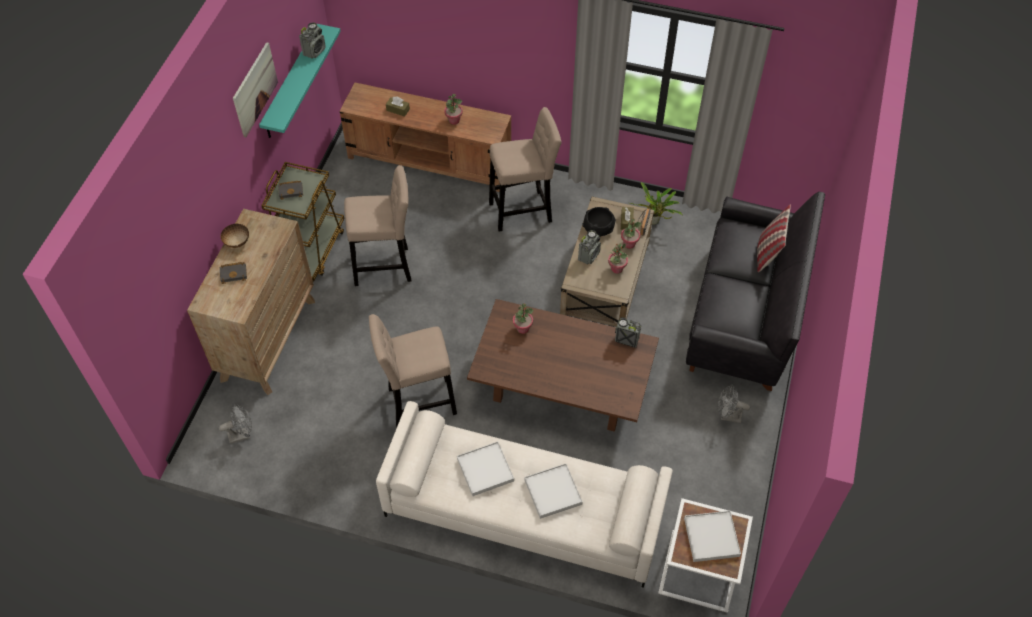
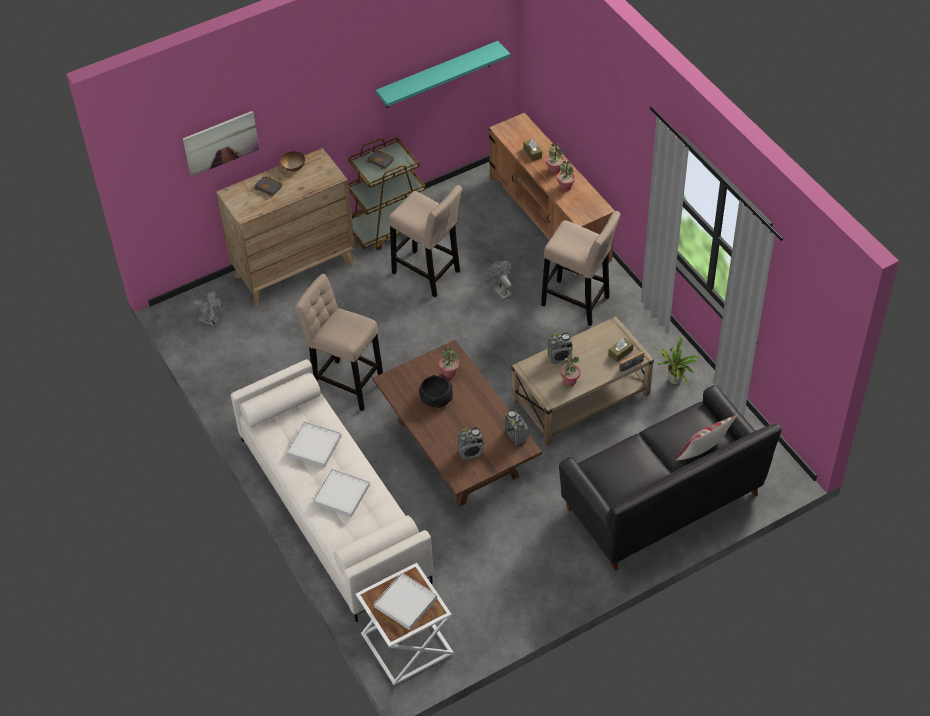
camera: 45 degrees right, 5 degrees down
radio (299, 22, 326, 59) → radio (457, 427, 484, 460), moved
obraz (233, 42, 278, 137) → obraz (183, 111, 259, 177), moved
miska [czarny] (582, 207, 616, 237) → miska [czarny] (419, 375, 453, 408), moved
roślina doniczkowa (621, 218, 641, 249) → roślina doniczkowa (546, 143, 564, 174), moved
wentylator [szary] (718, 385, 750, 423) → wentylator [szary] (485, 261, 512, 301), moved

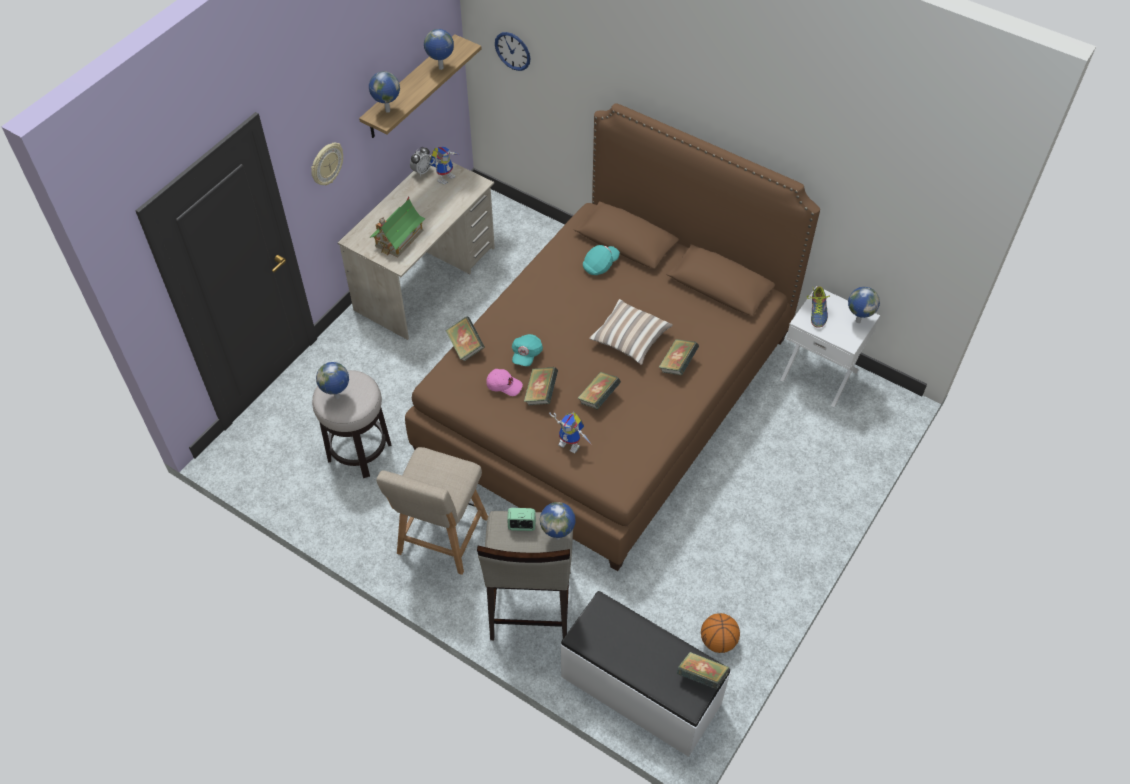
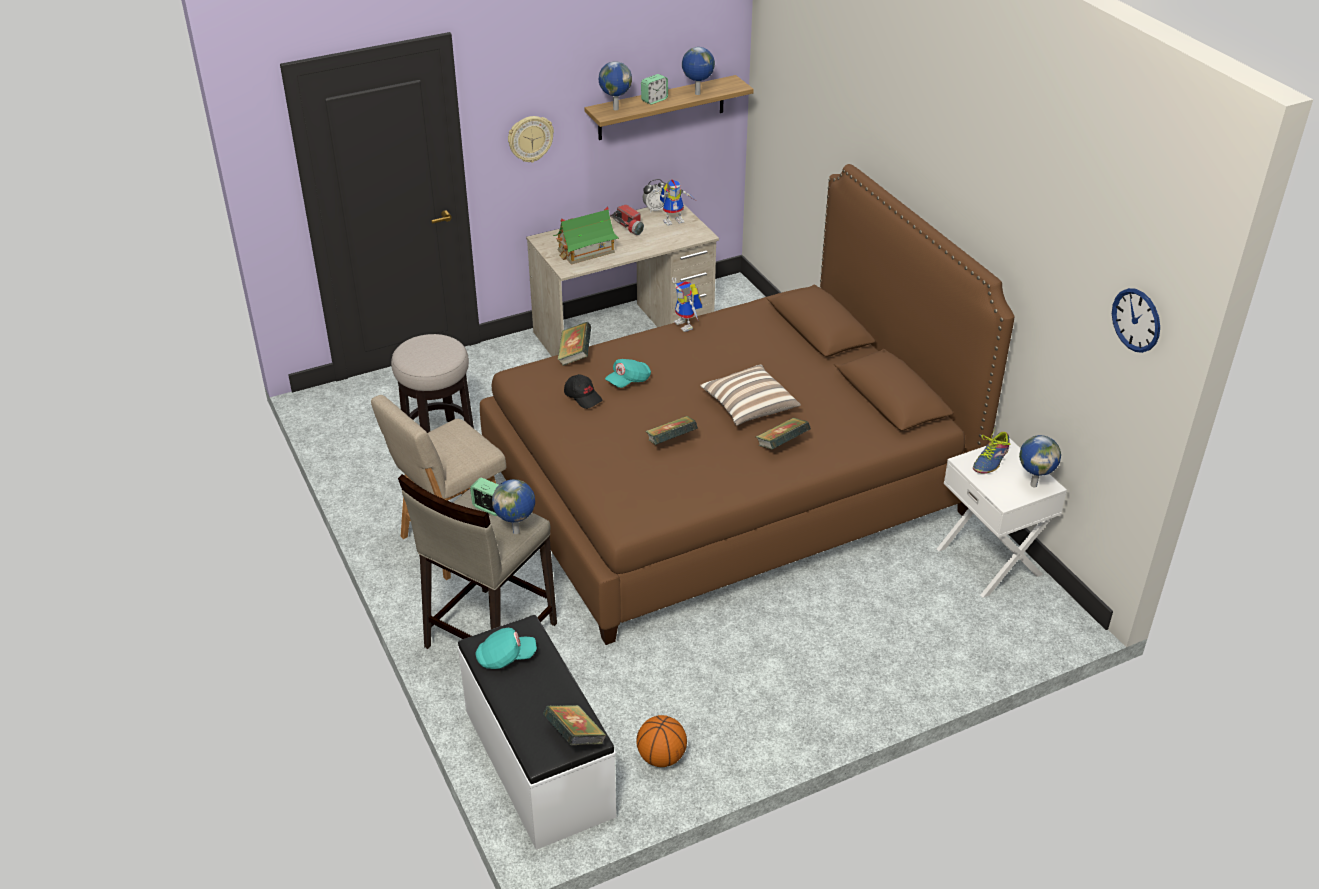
camera: 30 degrees right, 15 degrees down
zegar ścienny (495, 32, 531, 71) → zegar ścienny (1112, 288, 1160, 353), moved
czapka z daszkiem [turkusowy] (583, 245, 620, 275) → czapka z daszkiem [turkusowy] (476, 628, 537, 669), moved
globus (316, 362, 349, 399) → -
książka (524, 367, 558, 405) → -
czapka z daszkiem [różowy] (486, 369, 523, 396) → czapka z daszkiem [czarny] (564, 374, 602, 409)
robot zabawkowy (549, 412, 592, 454) → robot zabawkowy (672, 277, 702, 332), moved
- → budzik (641, 74, 668, 105)
- → latarka (610, 204, 644, 235)

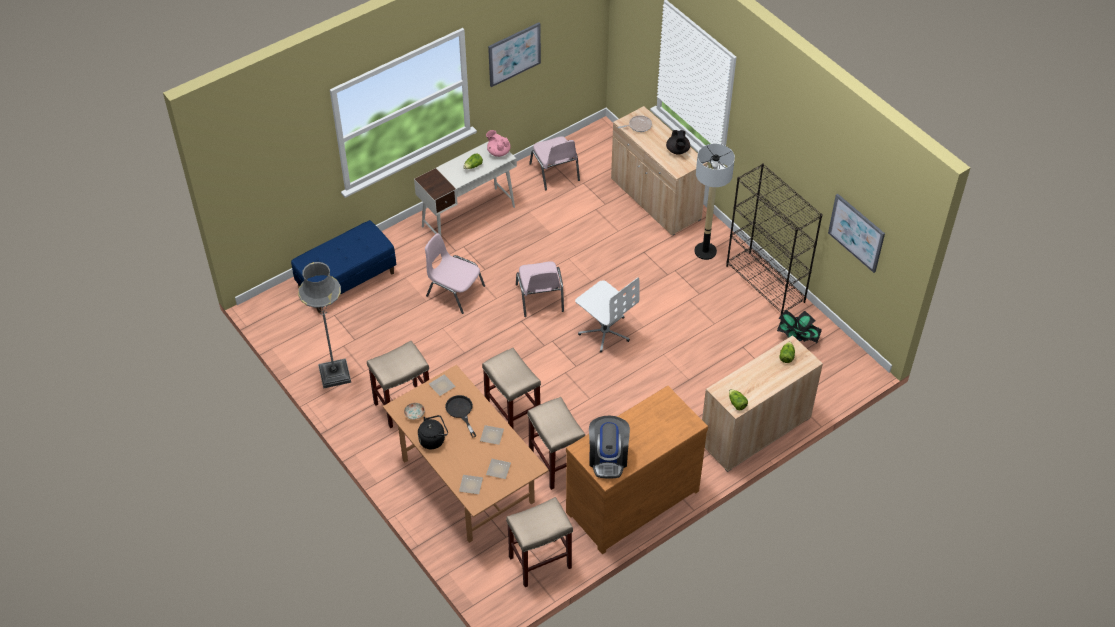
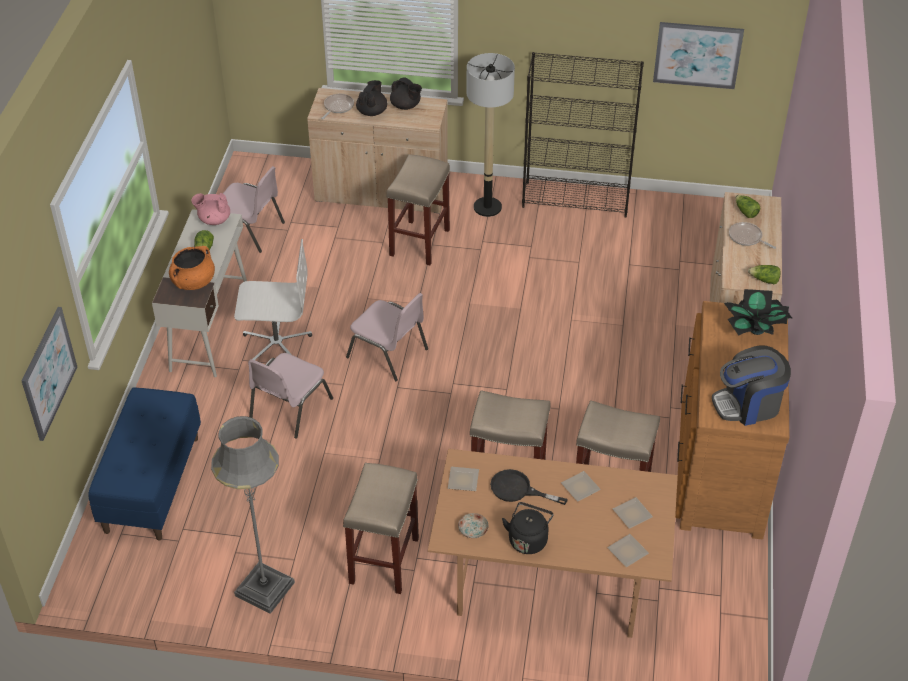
camera: 45 degrees left, 5 degrees down
obraz (488, 22, 541, 87) → obraz (21, 307, 77, 441), moved
krzesło [różowy] (425, 233, 485, 314) → krzesło [różowy] (248, 353, 333, 439), 45 degrees counterclockwise
krzesło biurowe [biały] (575, 277, 640, 352) → krzesło biurowe [biały] (234, 239, 312, 360), moved
roślina doniczkowa (777, 310, 822, 343) → roślina doniczkowa (724, 289, 793, 336), moved
ekspres do kawy (589, 415, 630, 478) → ekspres do kawy (712, 346, 791, 426), 120 degrees clockwise
stołek [beżowy] (506, 497, 573, 587) → stołek [beżowy] (386, 154, 450, 265), moved
- → imbryk [czarny] (356, 80, 387, 116)
- → patelnia (729, 222, 776, 249)
- → garnek [pomarańczowy] (169, 246, 215, 290)

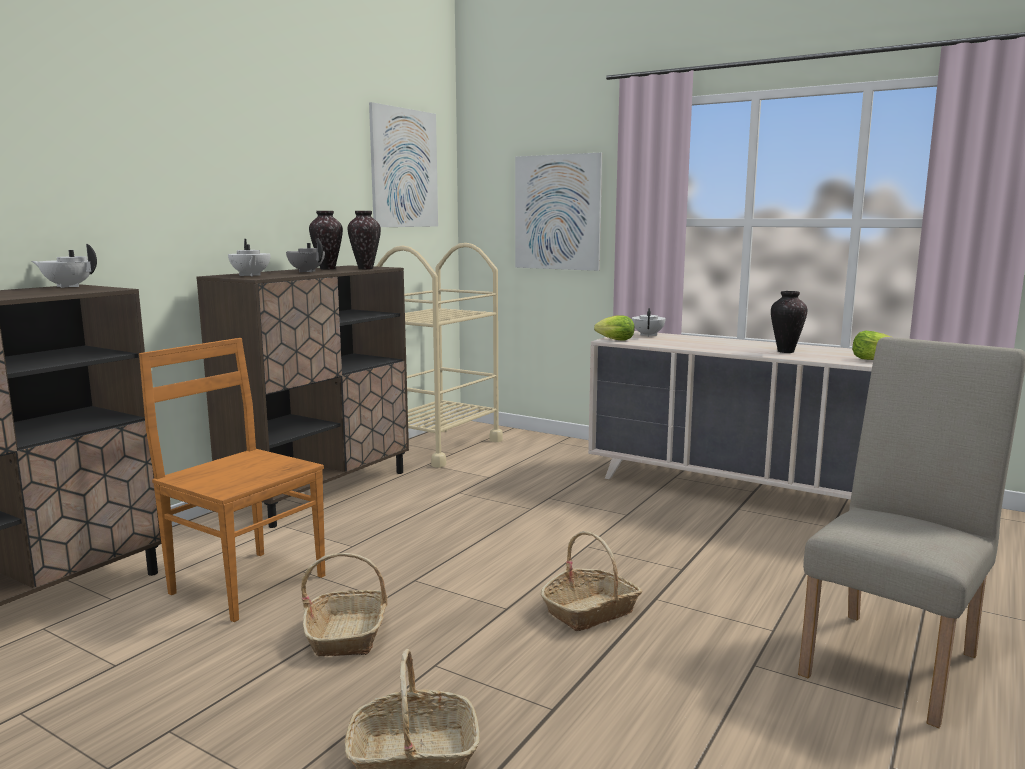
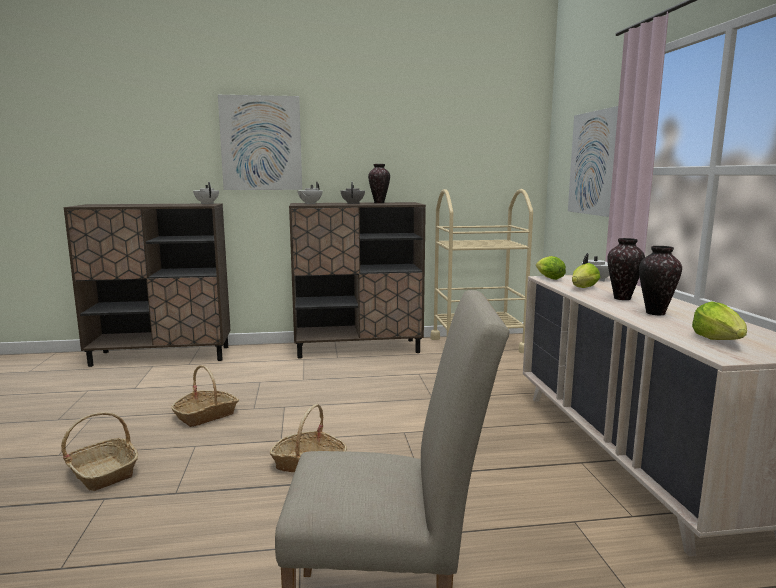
camera: 50 degrees right, 0 degrees up
obraz (369, 102, 438, 227) → obraz (218, 95, 302, 190), moved
wazon (348, 211, 381, 269) → wazon (607, 238, 645, 300), moved
krzesło [brązowy] (139, 338, 325, 622) → -
- → sałata (572, 263, 600, 288)

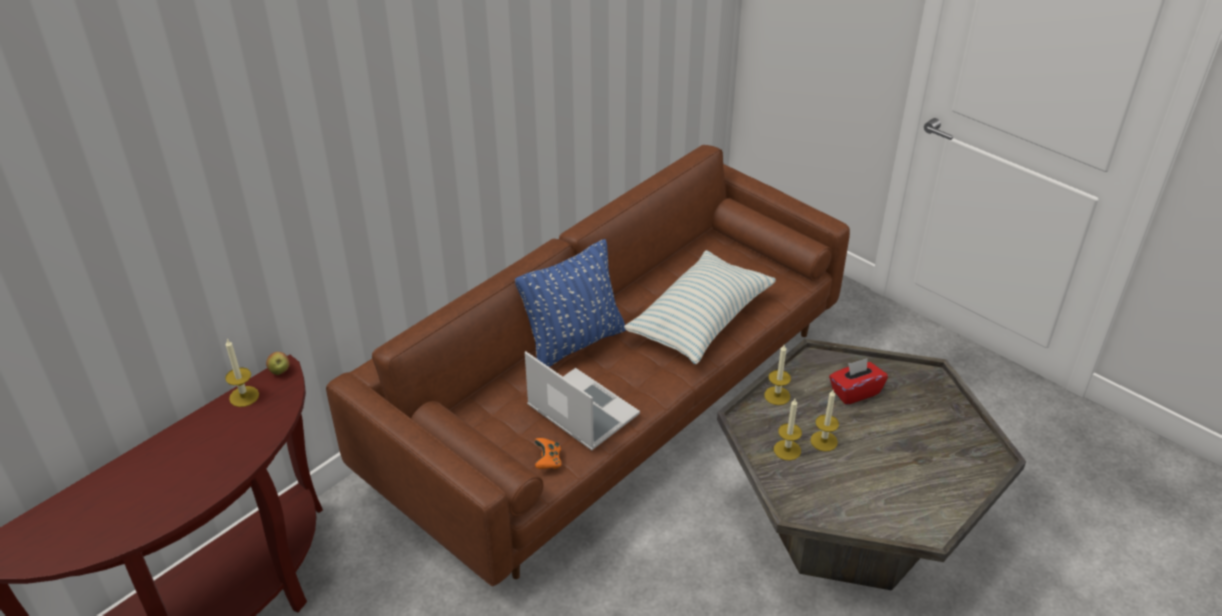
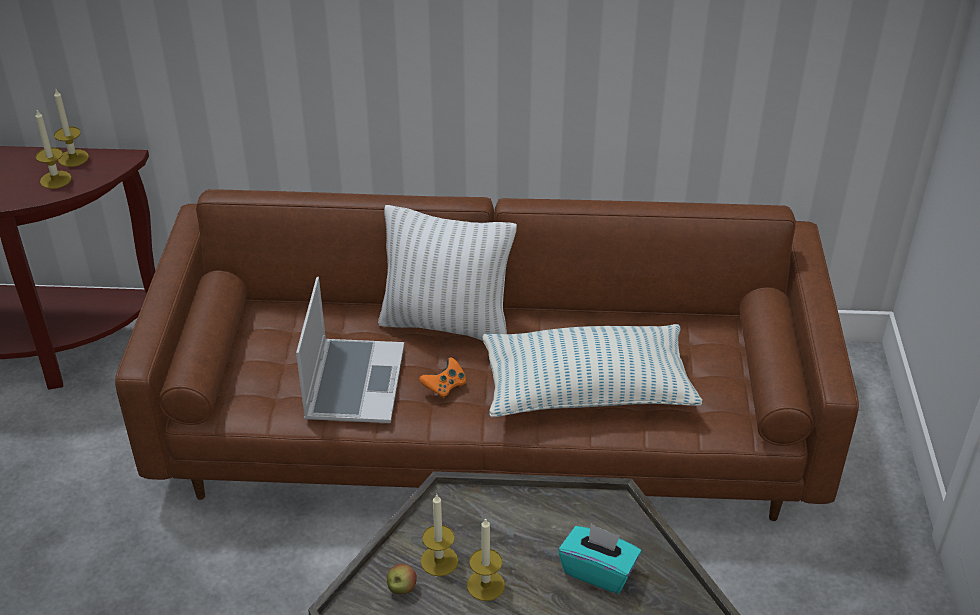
camera: 50 degrees right, 0 degrees up
poduszka [niebieski] (515, 239, 626, 367) → poduszka [biały] (378, 205, 517, 341)
świeca (764, 345, 791, 405) → świeca (35, 110, 72, 189), moved
jabłko (266, 352, 290, 375) → jabłko (387, 564, 417, 594), moved
pudełko chusteczek [czerwony] (829, 358, 888, 405) → pudełko chusteczek [turkusowy] (558, 524, 641, 593)
pad do gier [pomarańczowy] (535, 438, 561, 469) → pad do gier [pomarańczowy] (419, 357, 466, 398), moved

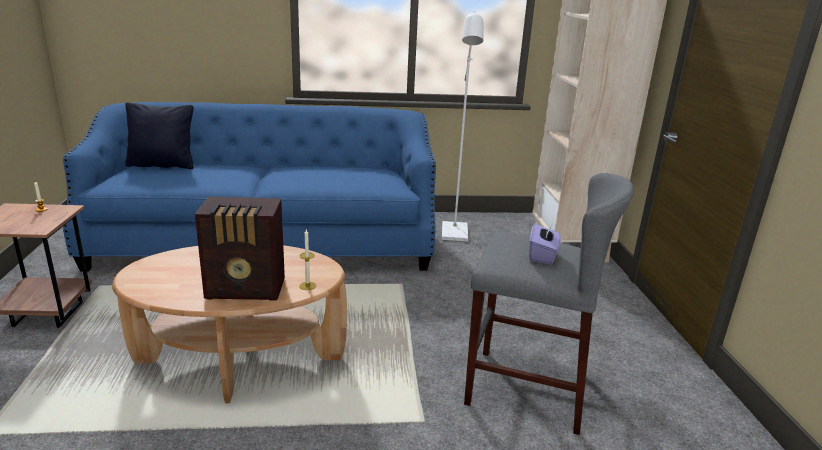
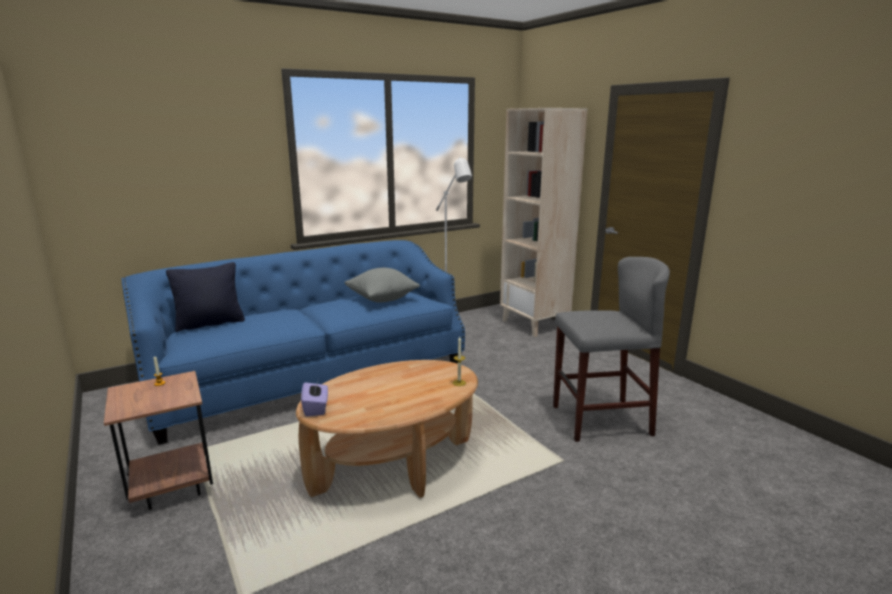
camera: 25 degrees left, 5 degrees down
radio (195, 196, 285, 301) → -
pudełko chusteczek [fioletowy] (529, 221, 561, 264) → pudełko chusteczek [fioletowy] (301, 382, 328, 416), moved
- → poduszka [szary] (345, 268, 420, 303)

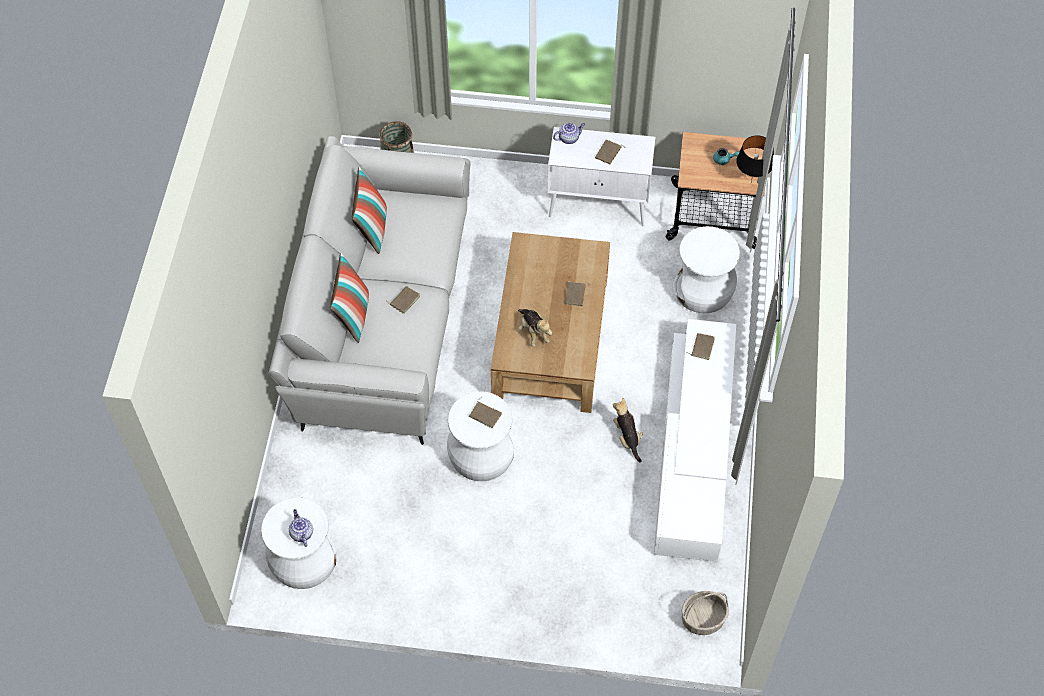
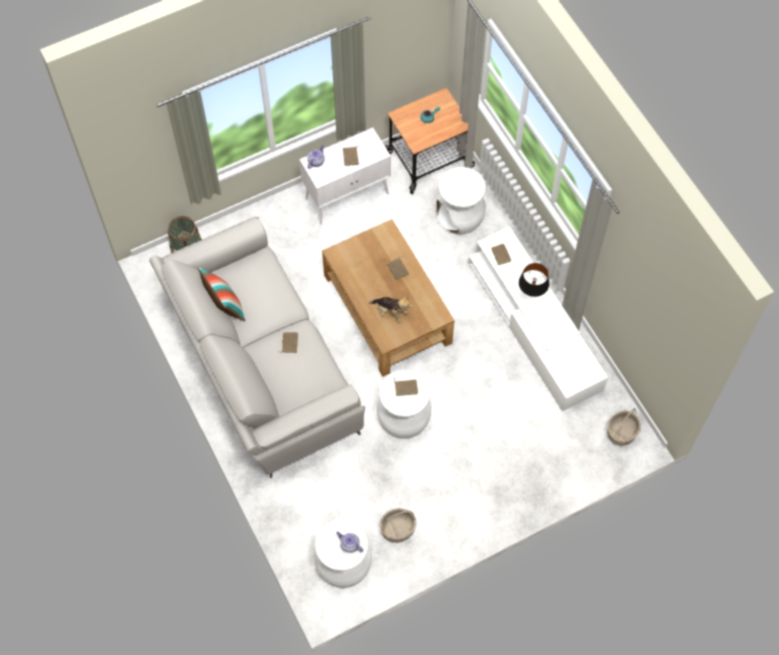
camera: 35 degrees left, 5 degrees up
lampa stołowa [czarny] (736, 135, 774, 182) → lampa stołowa [czarny] (519, 263, 549, 297), moved
poduszka (330, 253, 369, 343) → -
pluszak (613, 398, 643, 462) → -
- → koszyk (380, 508, 416, 543)

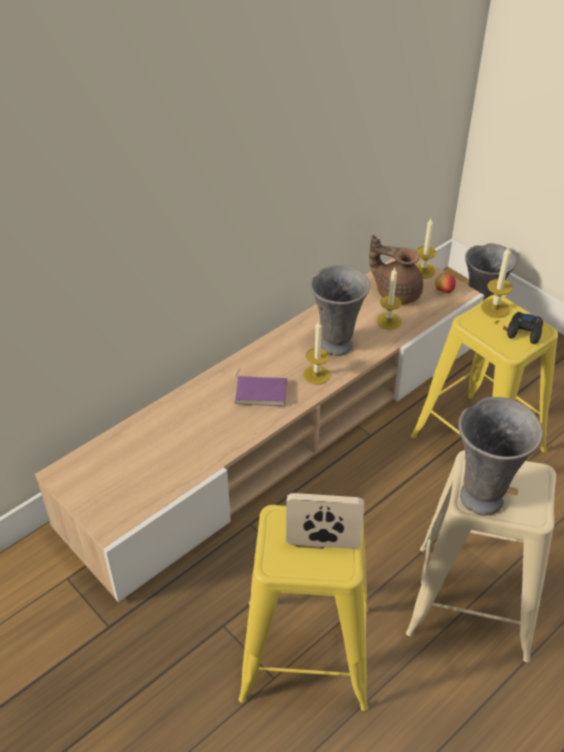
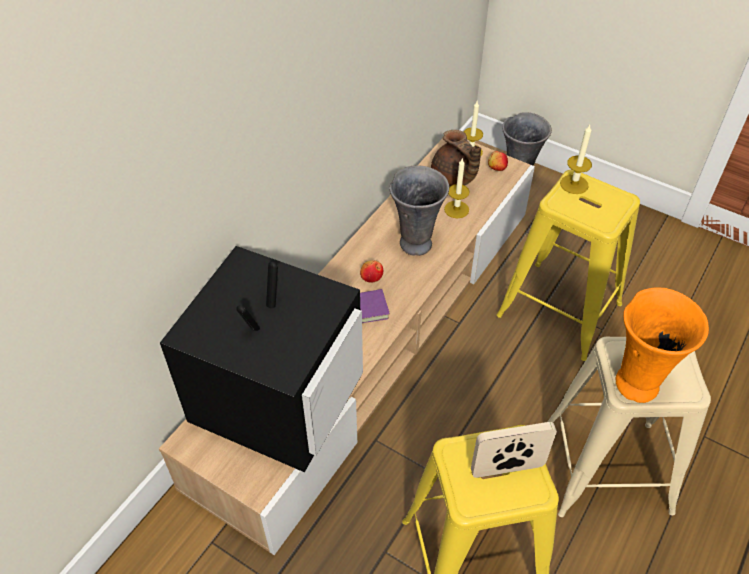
camera: 15 degrees left, 5 degrees up
imbryk [brązowy] (369, 235, 423, 305) → imbryk [brązowy] (431, 130, 481, 187), 135 degrees counterclockwise
pad do gier [czarny] (507, 312, 543, 344) → -
świeca (303, 321, 330, 385) → -
wazon [szary] (458, 397, 543, 516) → wazon [pomarańczowy] (616, 288, 709, 403)
- → telewizor (160, 246, 363, 472)
- → jabłko (360, 260, 383, 283)

